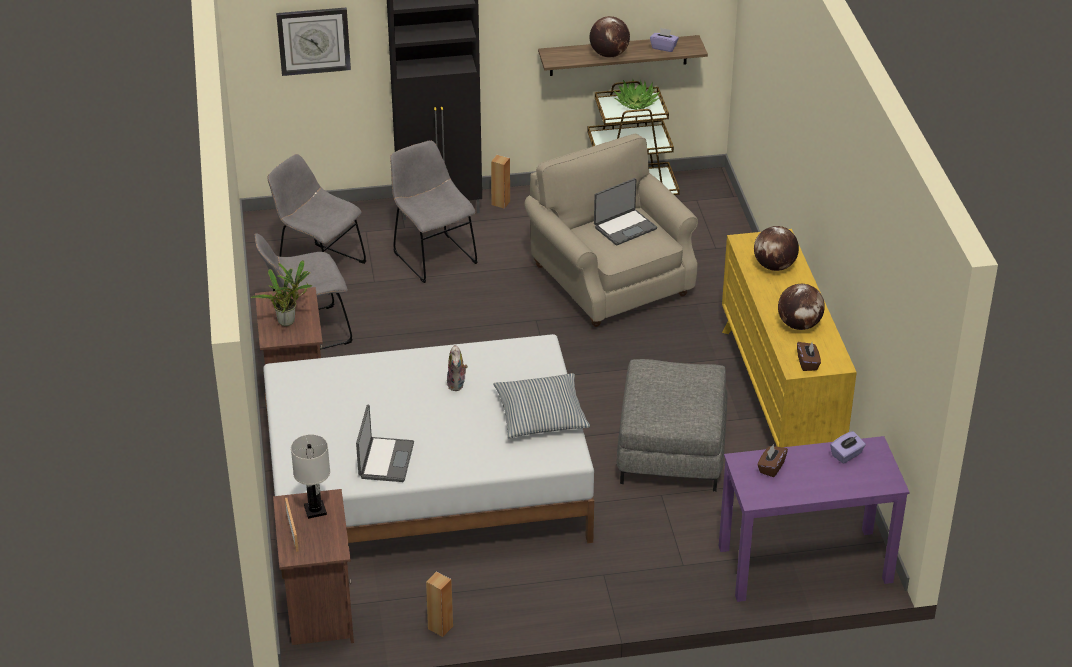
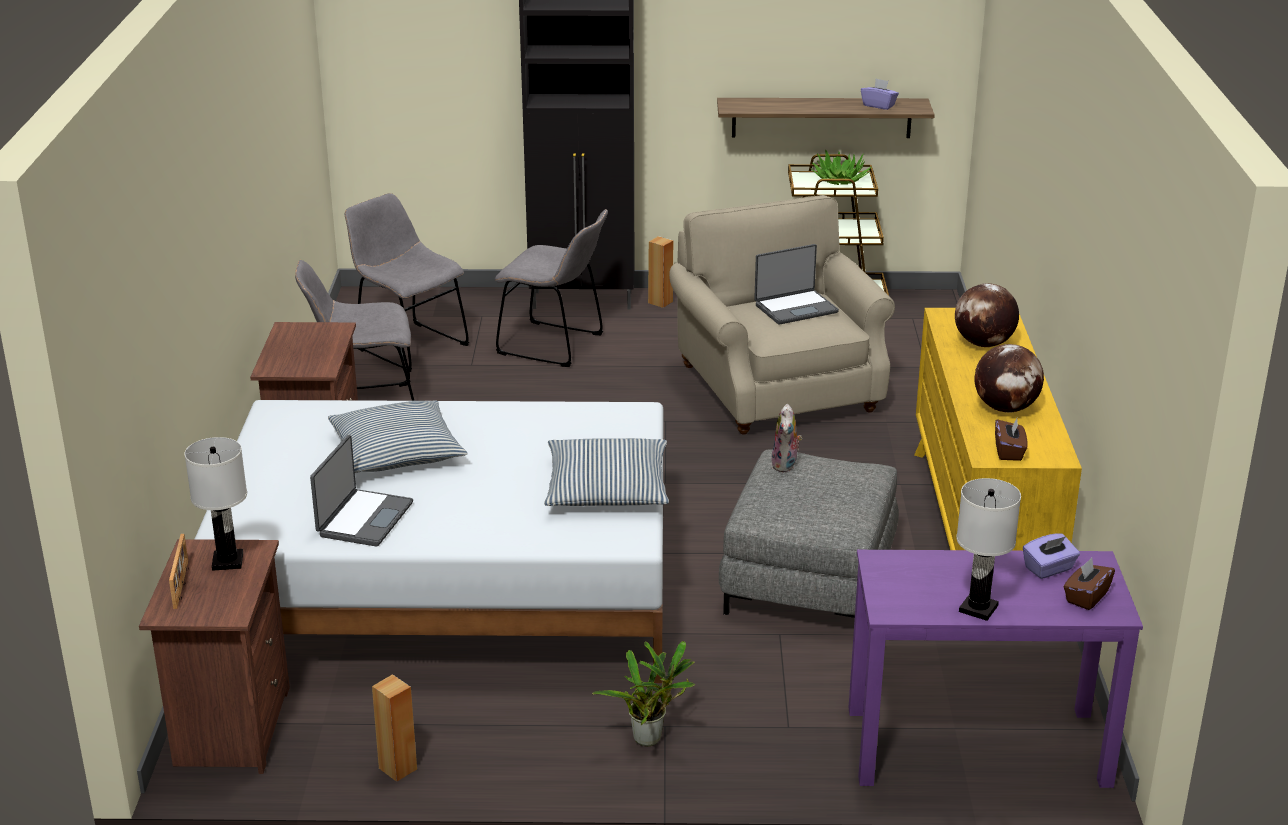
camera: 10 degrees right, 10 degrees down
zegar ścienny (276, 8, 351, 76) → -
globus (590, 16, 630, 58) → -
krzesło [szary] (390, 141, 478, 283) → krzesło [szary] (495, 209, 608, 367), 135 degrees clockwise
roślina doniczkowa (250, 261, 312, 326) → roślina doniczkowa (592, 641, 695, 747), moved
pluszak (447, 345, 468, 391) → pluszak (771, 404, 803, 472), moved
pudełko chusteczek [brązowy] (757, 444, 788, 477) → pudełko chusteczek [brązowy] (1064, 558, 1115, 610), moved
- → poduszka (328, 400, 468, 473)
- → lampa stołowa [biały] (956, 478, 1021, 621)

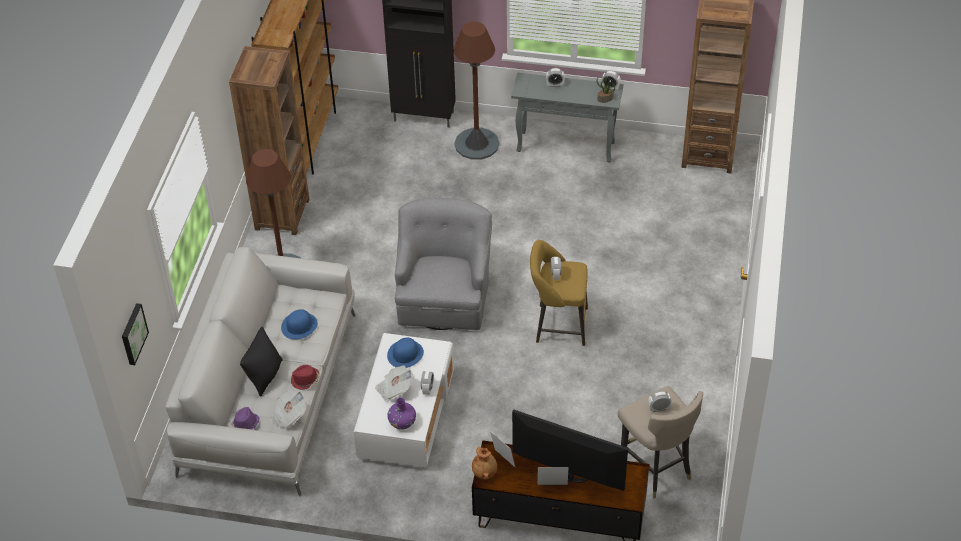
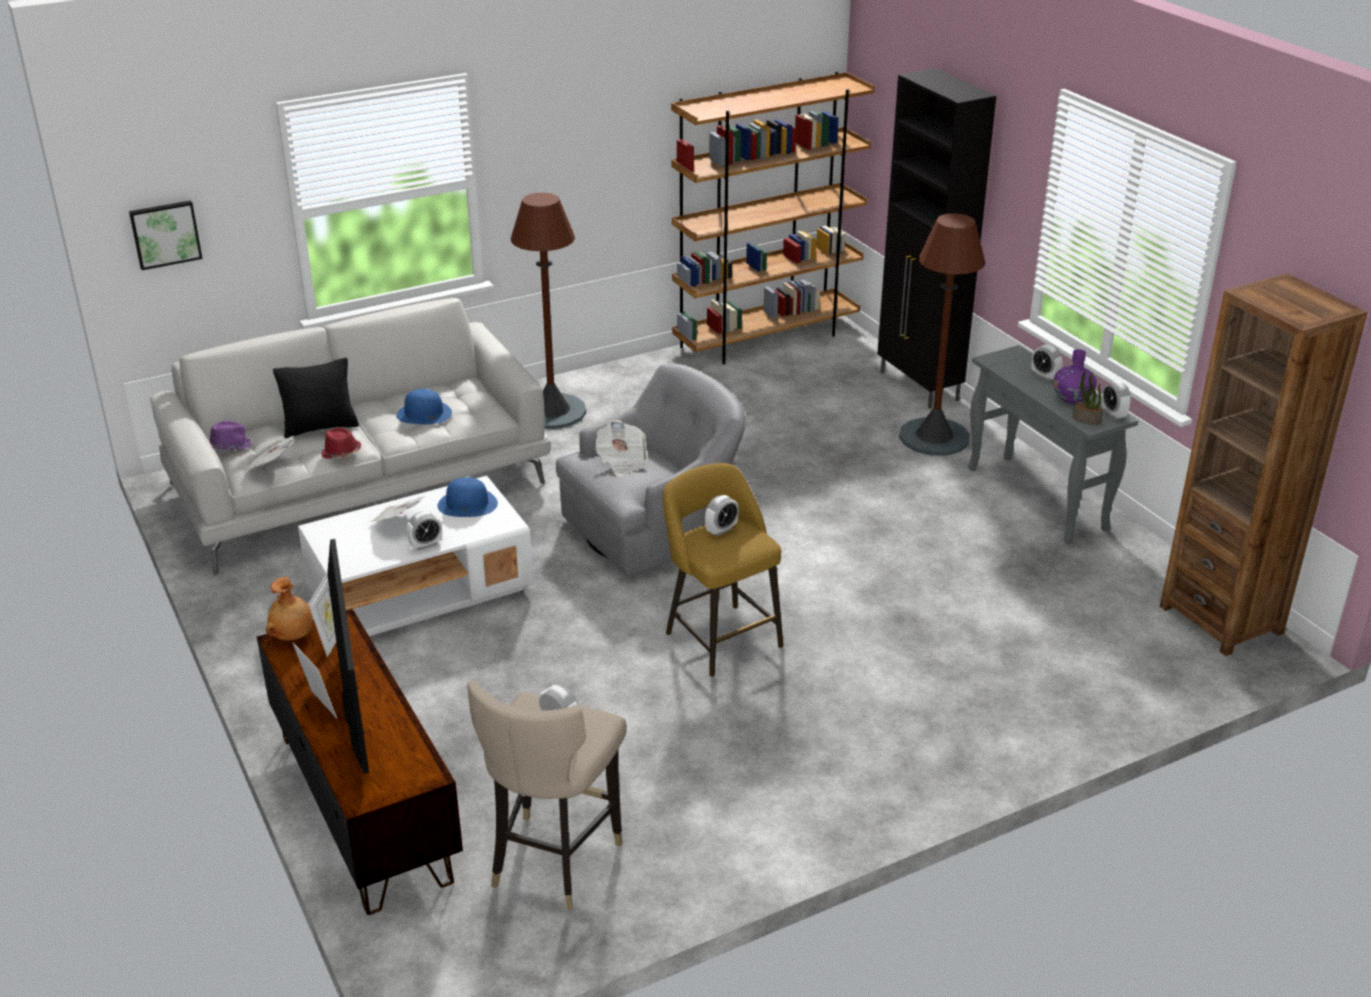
camera: 50 degrees right, 15 degrees down
regał [brązowy] (229, 46, 310, 235) → -
wazon [fioletowy] (387, 398, 416, 430) → wazon [fioletowy] (1054, 349, 1096, 404), moved
- → gazeta (595, 420, 647, 476)

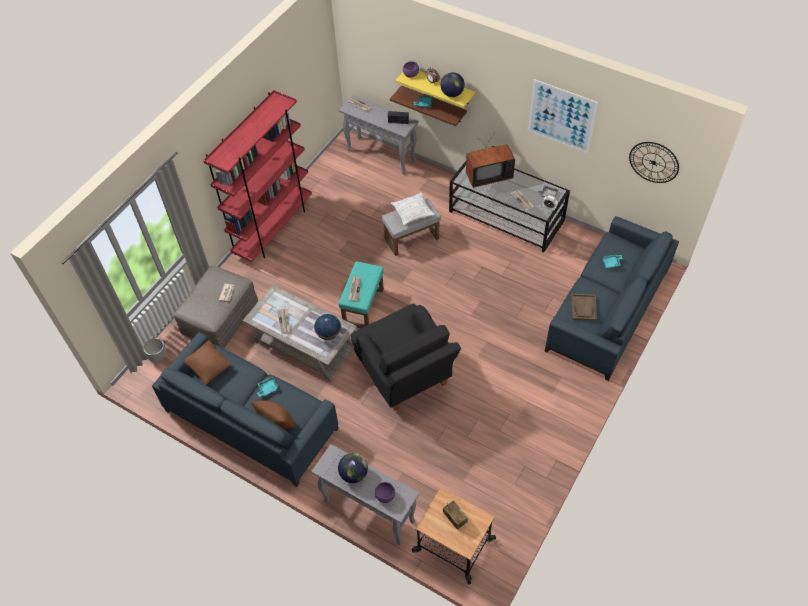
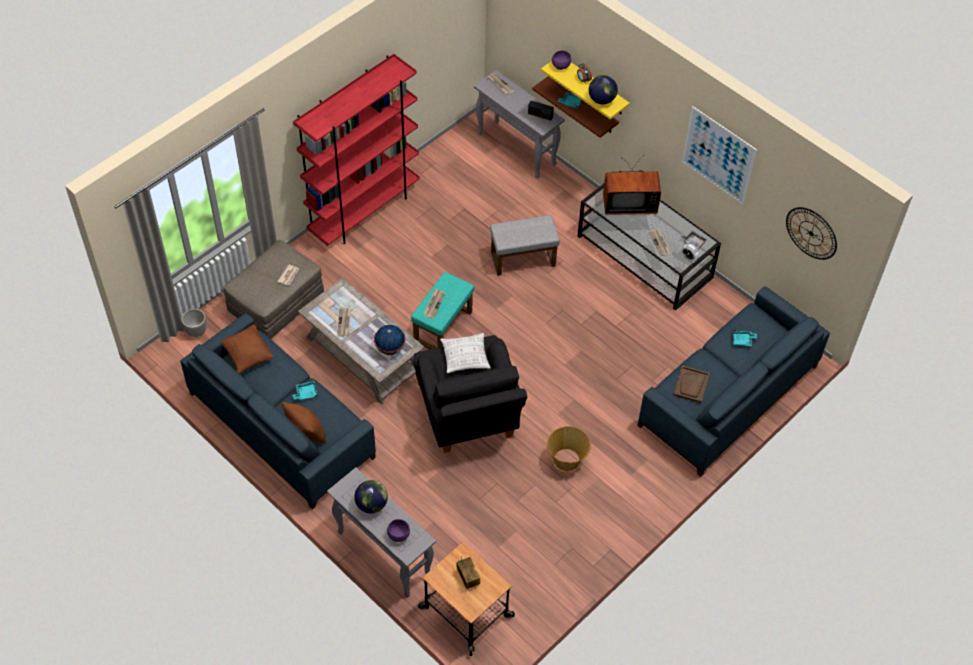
camera: 10 degrees right, 0 degrees up
poduszka (391, 192, 435, 225) → poduszka (440, 333, 491, 373), moved
- → koszyk (547, 426, 591, 471)

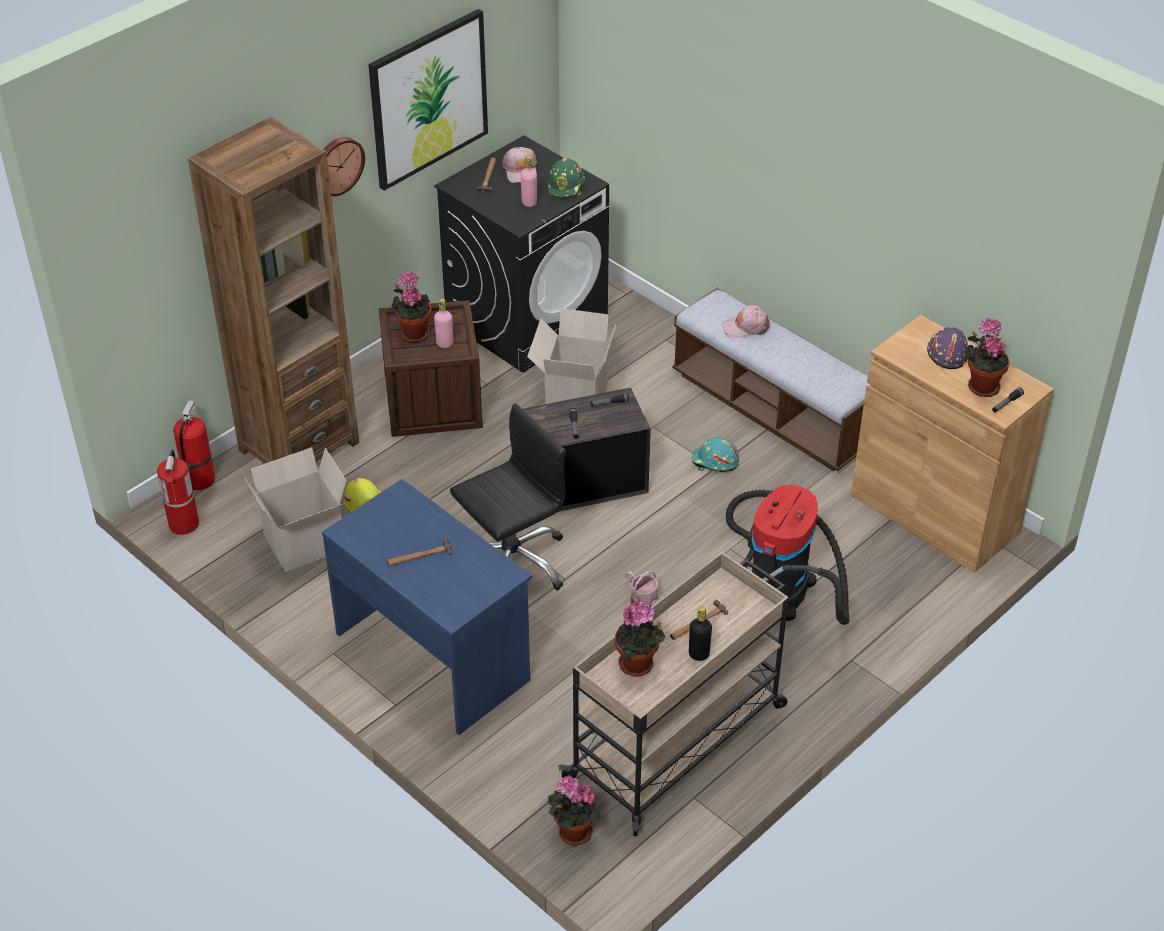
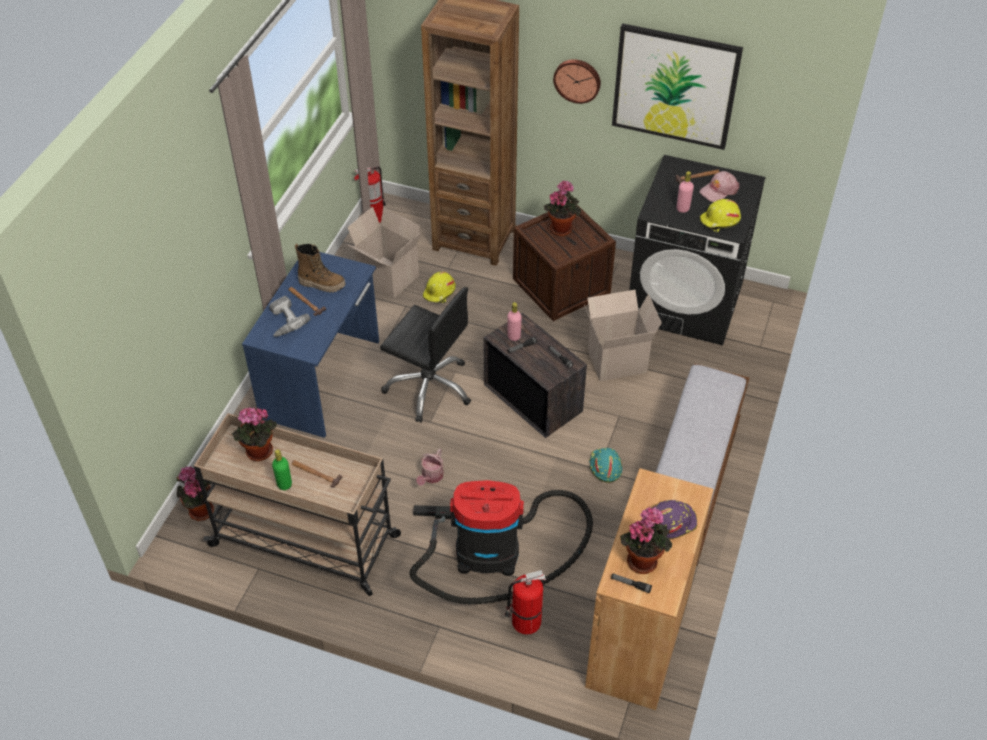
camera: 65 degrees right, 5 degrees up
kask [zielony] (548, 158, 585, 198) → kask [żółty] (700, 199, 741, 232)
butelka [różowy] (434, 299, 453, 348) → butelka [różowy] (507, 302, 522, 341), moved
czapka z daszkiem [różowy] (722, 305, 771, 338) → -
gaśnica (173, 400, 215, 490) → gaśnica (505, 570, 546, 635), moved
butelka [czarny] (689, 607, 712, 661) → butelka [zielony] (272, 449, 292, 490)
- → but z cholewką (295, 243, 346, 292)
- → wiertarka (269, 296, 310, 337)

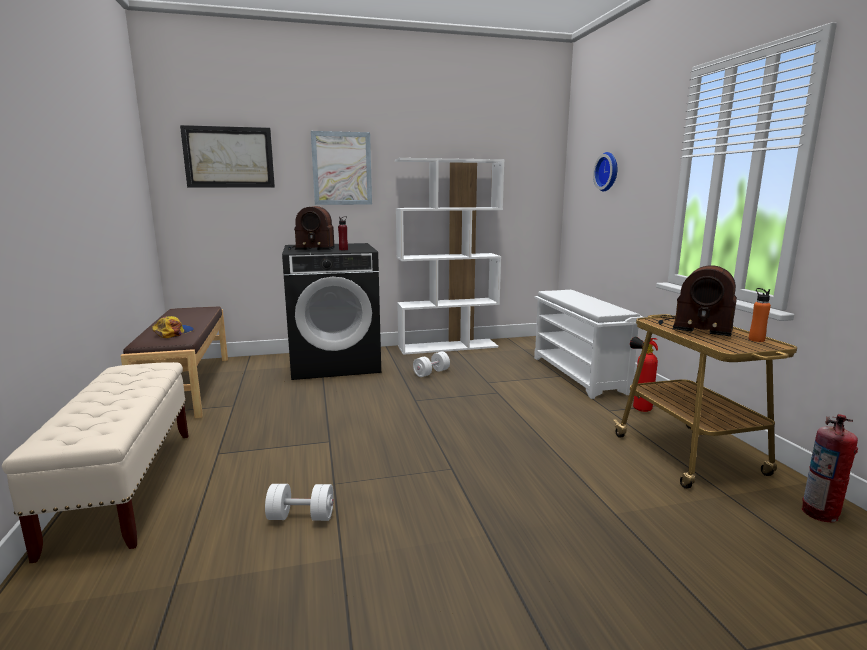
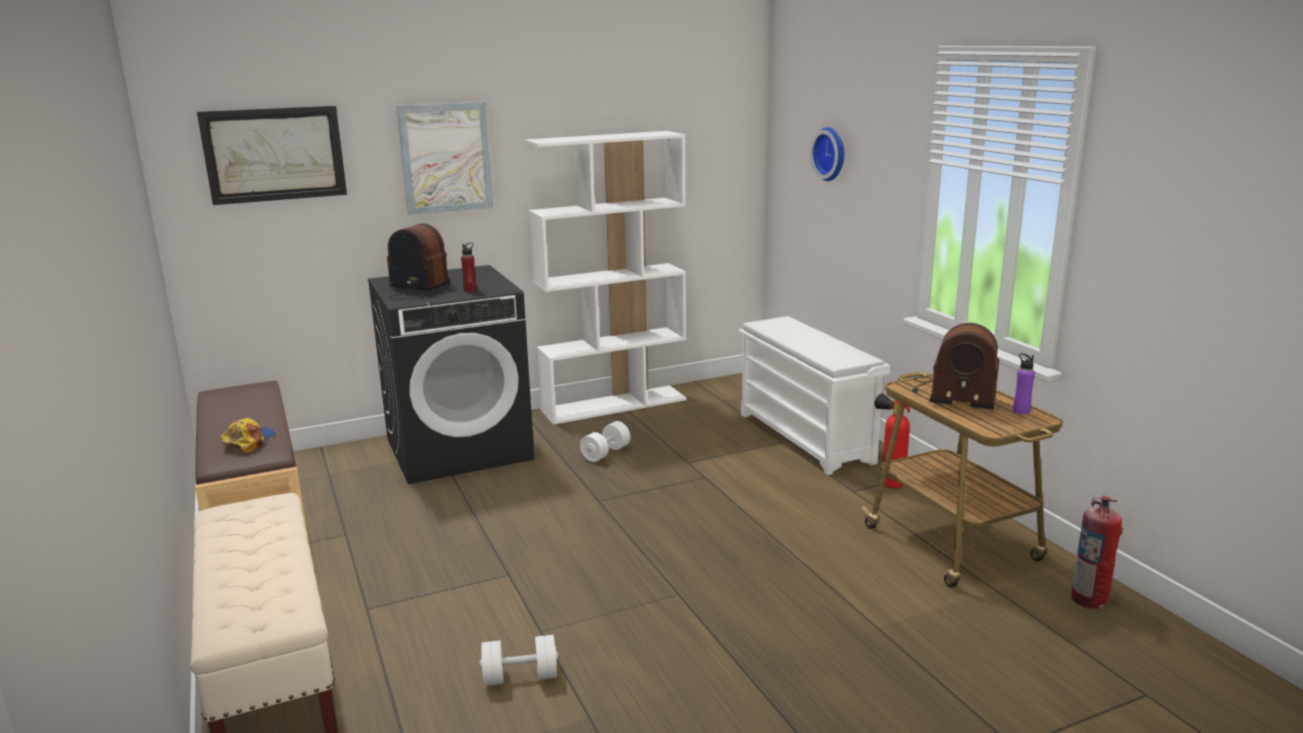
camera: 10 degrees left, 5 degrees up
radio (288, 206, 335, 250) → radio (387, 223, 453, 300), 150 degrees counterclockwise
butelka [pomarańczowy] (749, 288, 771, 342) → butelka [fioletowy] (1013, 353, 1035, 414)

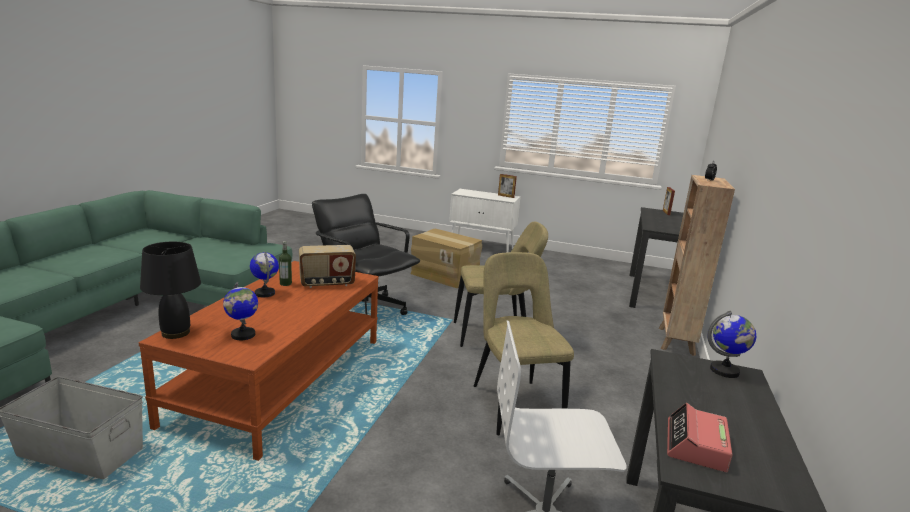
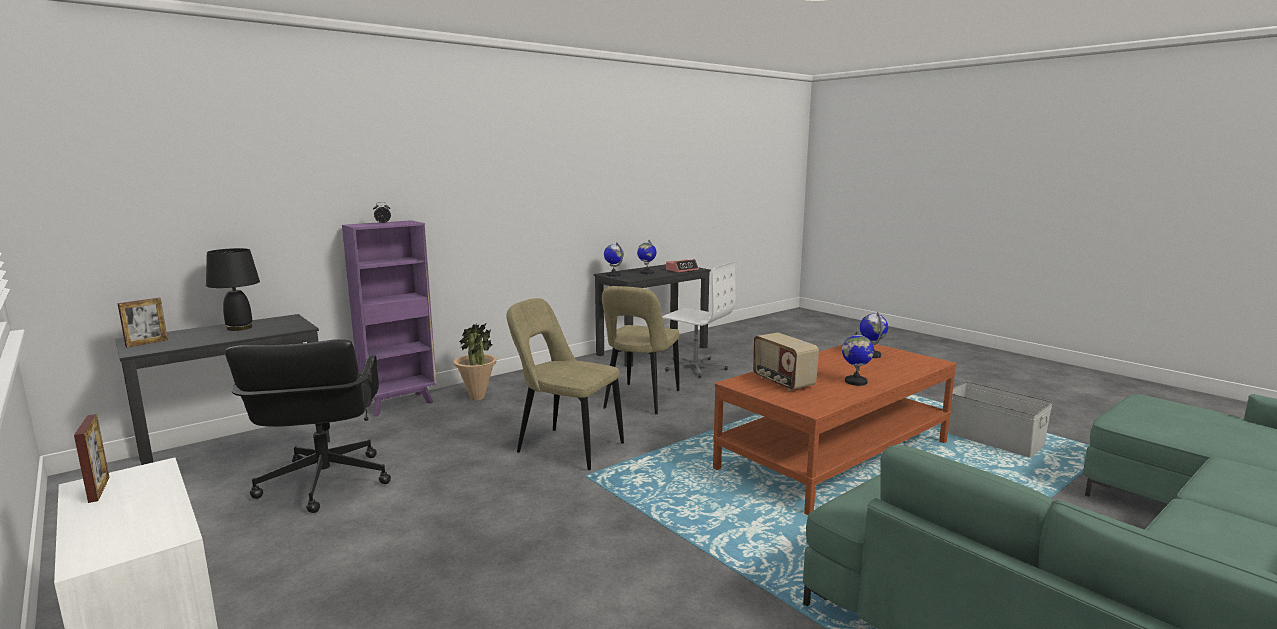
camera: 145 degrees left, 5 degrees down
regał [brązowy] (658, 175, 735, 356) → regał [fioletowy] (342, 220, 437, 416)
krzesło biurowe [czarny] (312, 194, 420, 315) → krzesło biurowe [czarny] (225, 339, 391, 513), moved
karton (411, 229, 482, 288) → -
butelka (279, 241, 292, 286) → -
lampa stołowa [czarny] (140, 242, 201, 339) → lampa stołowa [czarny] (206, 248, 260, 331), moved
radio (299, 245, 356, 288) → radio (753, 333, 819, 391), 135 degrees counterclockwise
- → globus (637, 240, 656, 274)
- → roślina doniczkowa (453, 324, 497, 401)

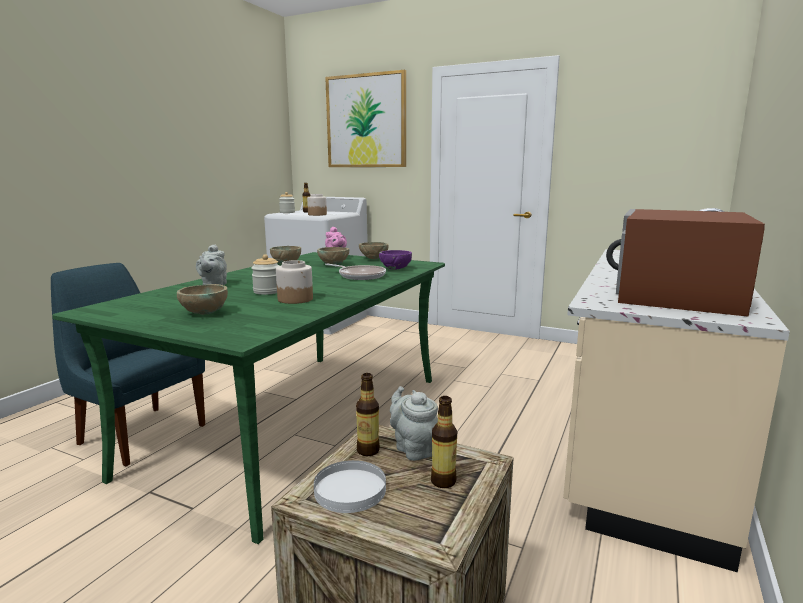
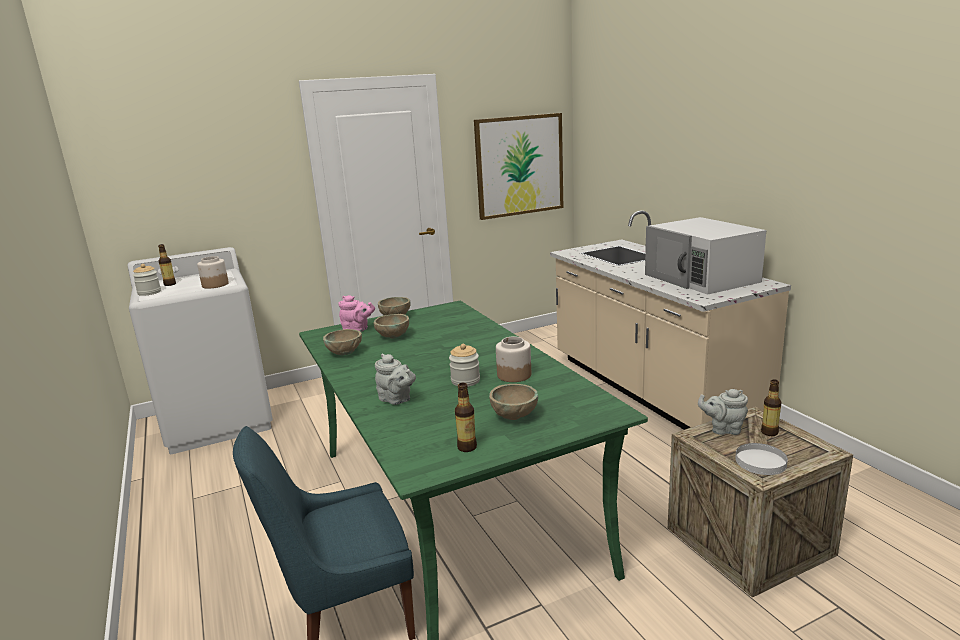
camera: 50 degrees left, 5 degrees up
obraz (325, 70, 406, 167) → obraz (474, 113, 563, 220), moved
mikrofalówka [brązowy] (606, 209, 765, 317) → mikrofalówka [biały] (645, 217, 766, 295)
miska [fioletowy] (379, 250, 412, 270) → -
patelnia (325, 264, 386, 280) → -
butelka (356, 373, 380, 456) → butelka (455, 383, 477, 452), moved

